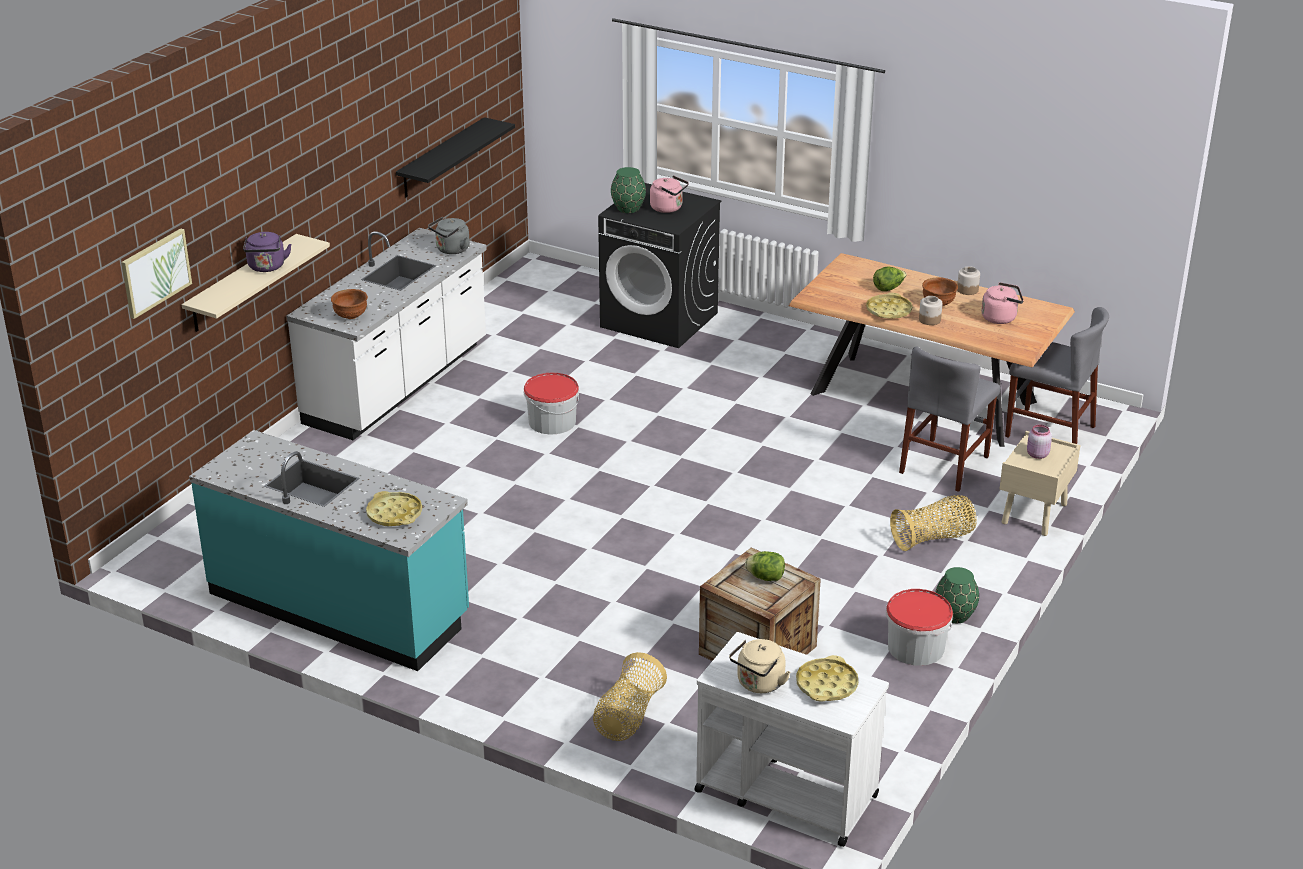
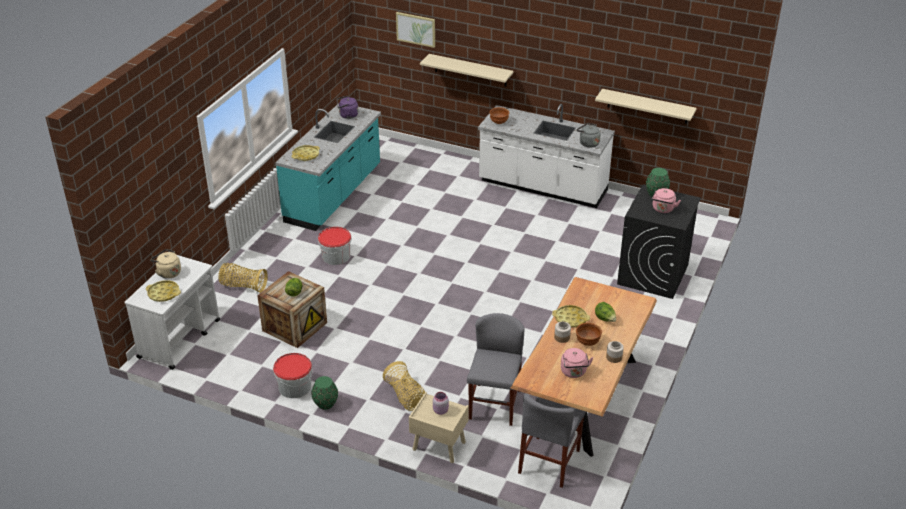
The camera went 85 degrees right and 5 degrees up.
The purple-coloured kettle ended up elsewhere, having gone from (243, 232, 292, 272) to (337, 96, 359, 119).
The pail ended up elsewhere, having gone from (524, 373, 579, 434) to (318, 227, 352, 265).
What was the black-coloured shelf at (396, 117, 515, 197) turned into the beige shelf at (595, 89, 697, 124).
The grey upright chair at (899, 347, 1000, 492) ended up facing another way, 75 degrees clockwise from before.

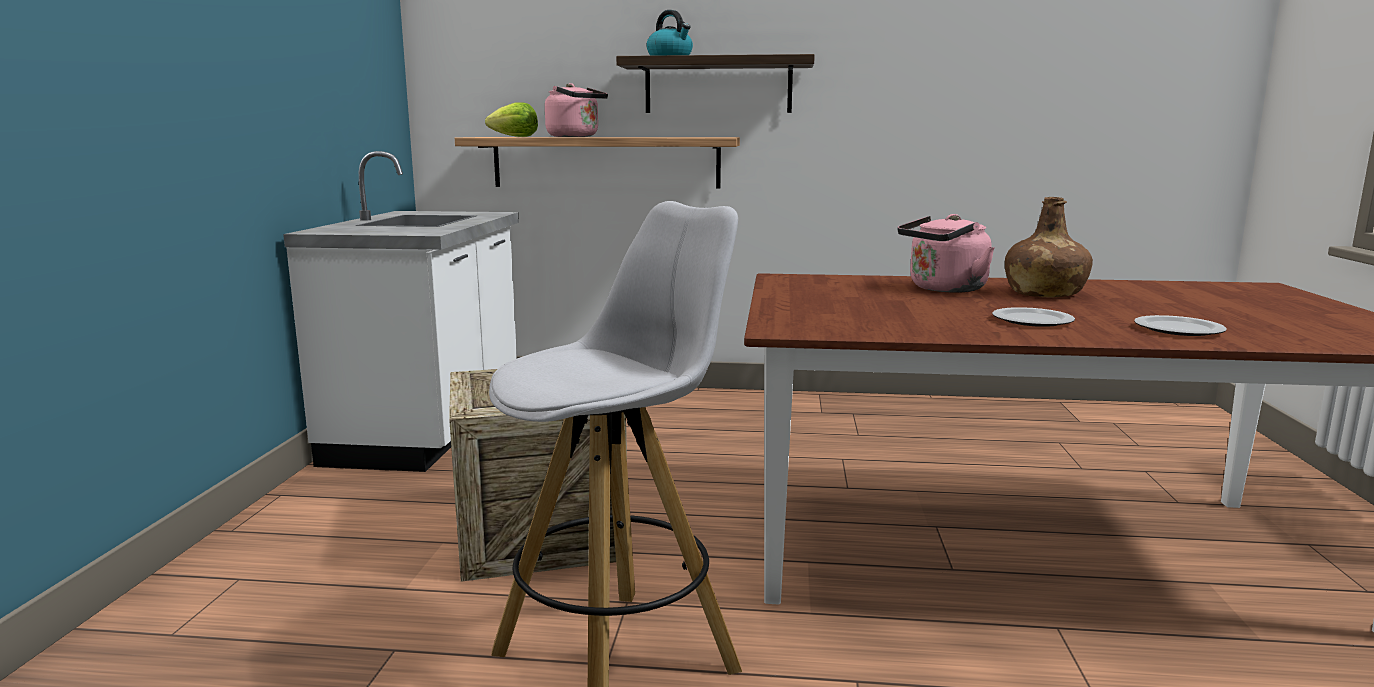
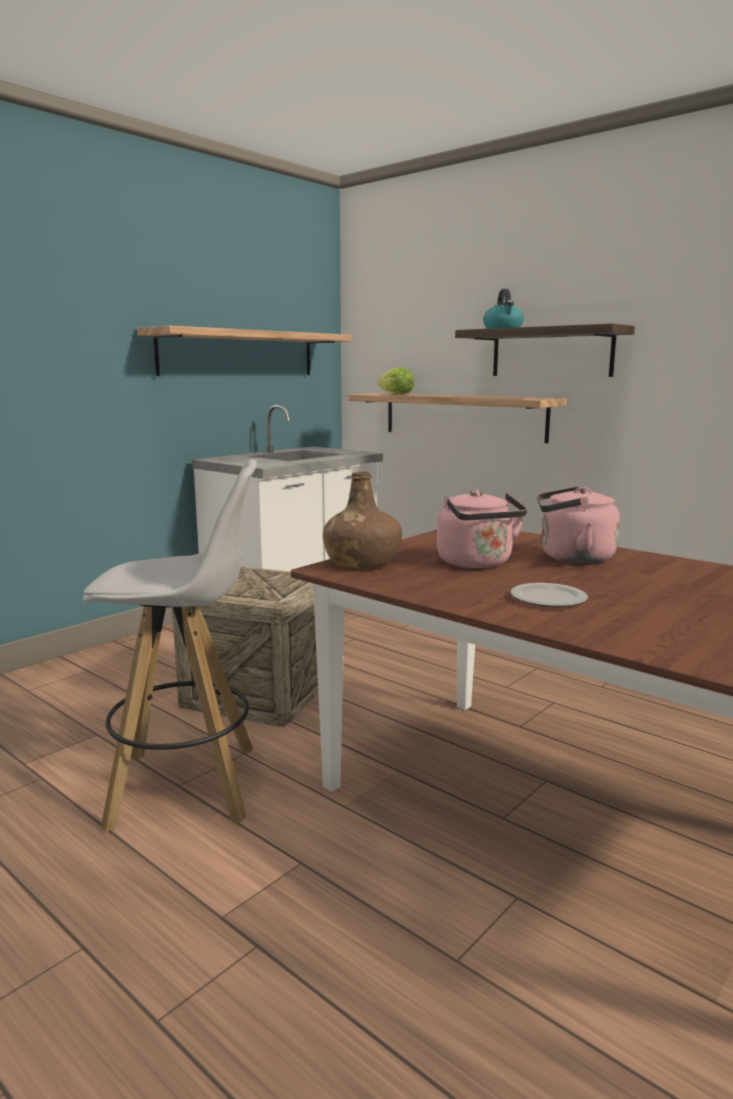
The camera went 35 degrees right and 0 degrees up.
The second view lost the dinner plate at (1134, 315, 1227, 336).
The second view gained the shelf at (137, 325, 352, 376).
The pinkish kettle ended up elsewhere, having gone from (545, 83, 608, 137) to (437, 490, 527, 568).
The brown-coloured beverage bottle ended up elsewhere, having gone from (1005, 197, 1093, 298) to (323, 471, 402, 569).

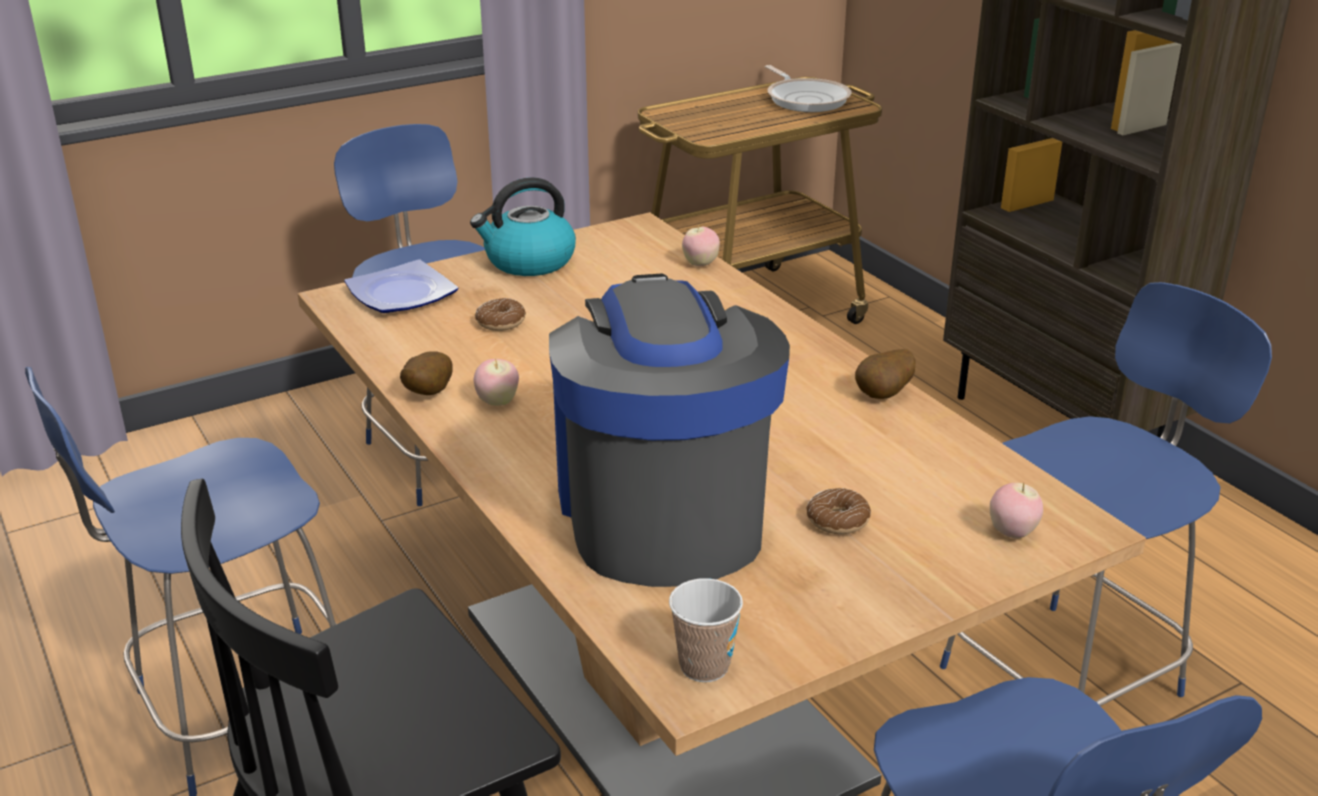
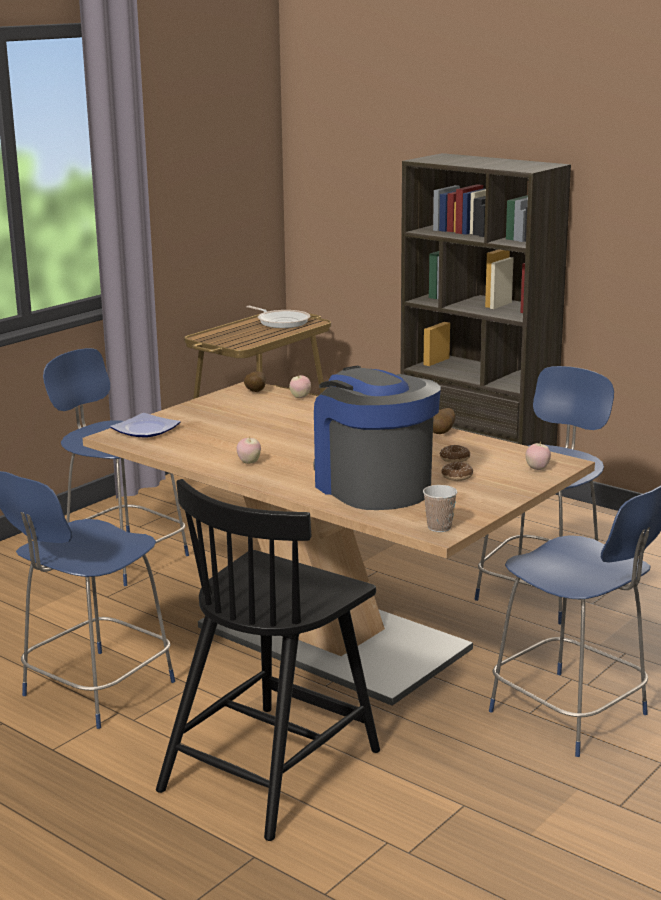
The camera went 20 degrees left and 10 degrees down.
The second view lost the kettle at (470, 177, 576, 276).
The whole potato ended up elsewhere, having gone from (400, 351, 453, 395) to (244, 371, 266, 392).
The ring doughnut ended up elsewhere, having gone from (475, 298, 526, 331) to (440, 445, 470, 463).

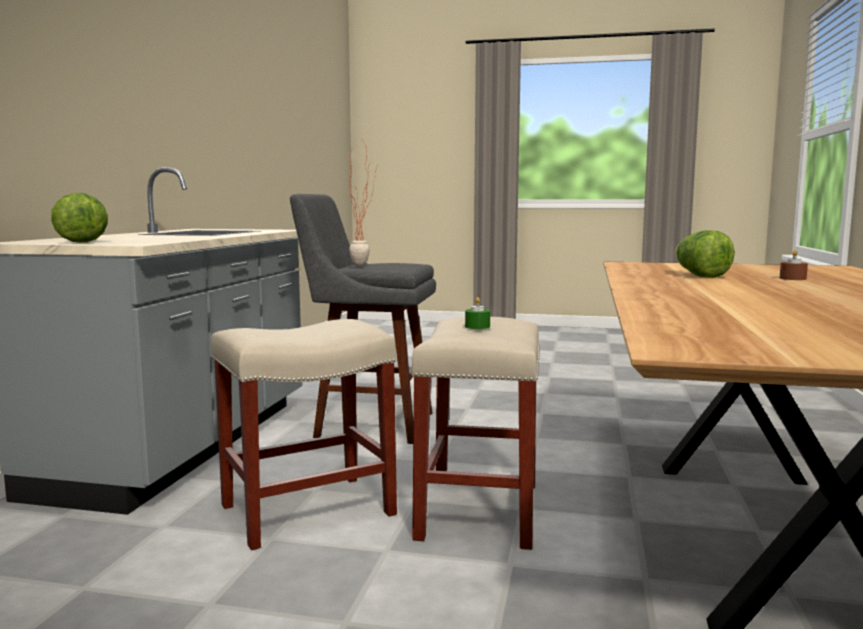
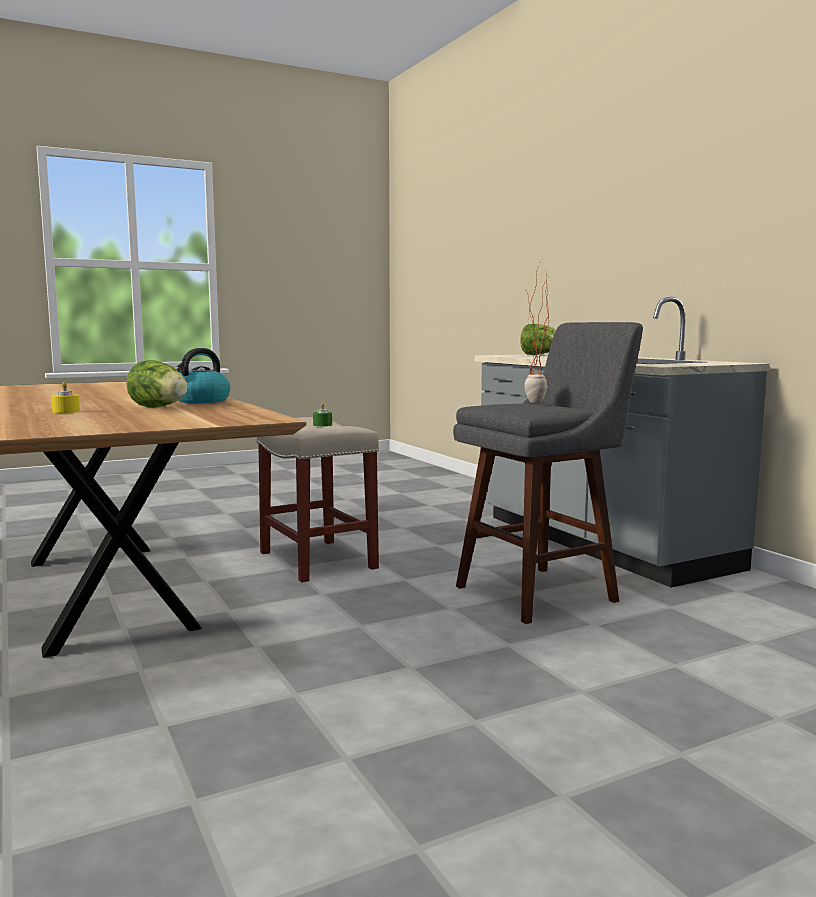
The camera went 140 degrees right and 0 degrees up.
The second view lost the beige stool seat at (211, 319, 397, 550).
The second view gained the kettle at (174, 348, 230, 403).
What was the brown-coloured wax light at (780, 250, 808, 280) turned into the yellow wax light at (51, 382, 80, 413).

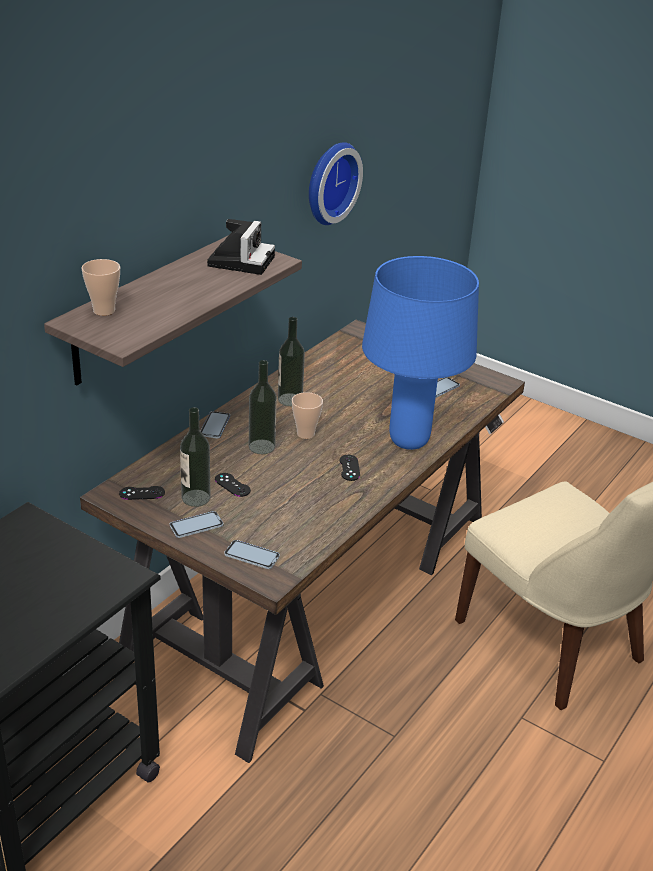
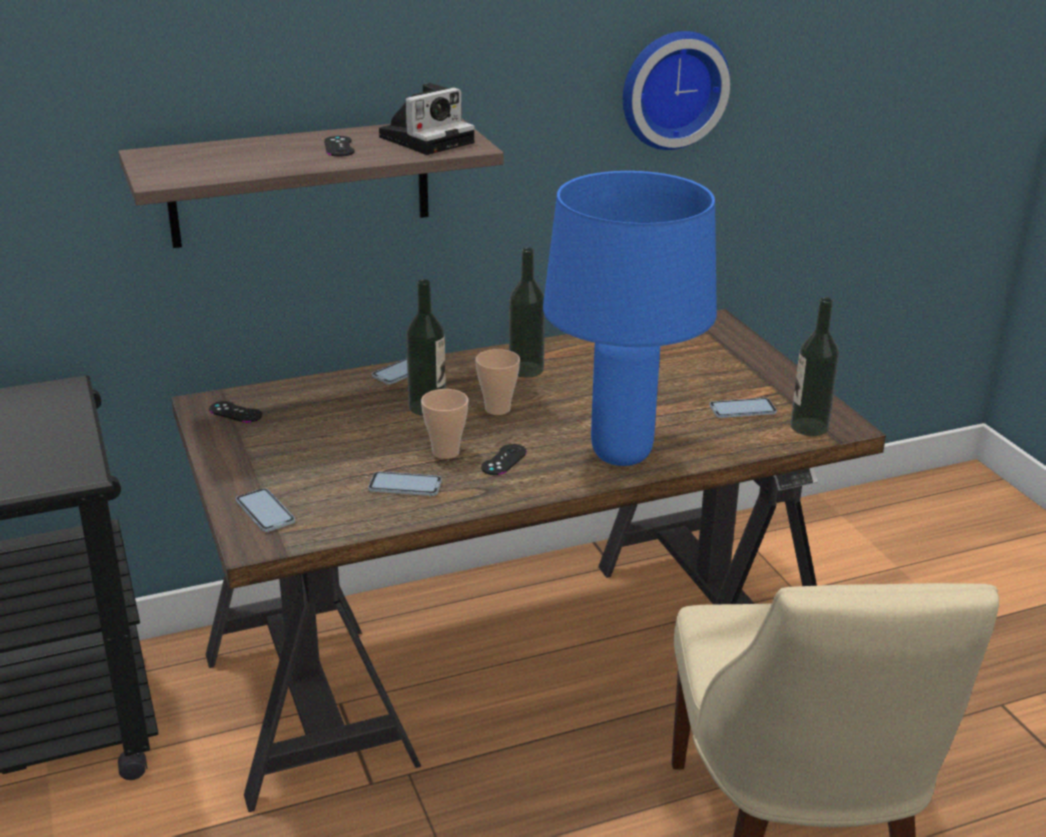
The camera went 35 degrees right and 5 degrees down.
The cup ended up elsewhere, having gone from (82, 259, 120, 316) to (421, 389, 468, 459).
The handset ended up elsewhere, having gone from (170, 511, 223, 538) to (368, 472, 442, 496).
The beverage bottle ended up elsewhere, having gone from (180, 407, 211, 507) to (790, 297, 839, 436).
The black-coloured gamepad ended up elsewhere, having gone from (215, 473, 251, 497) to (324, 136, 355, 157).

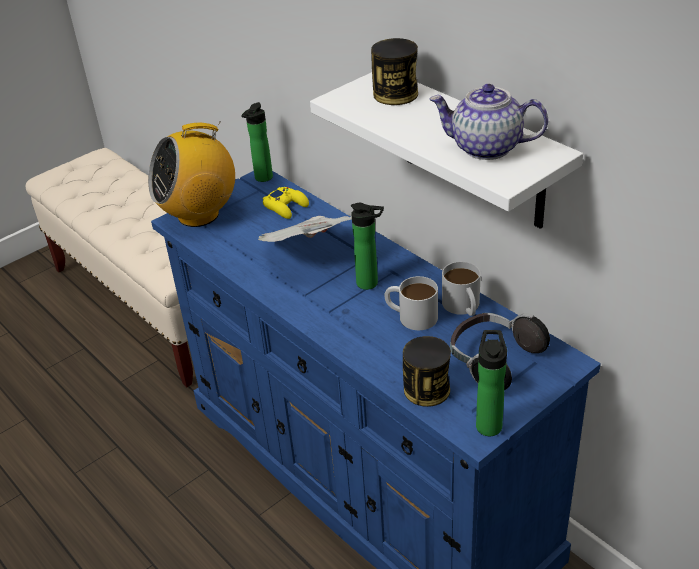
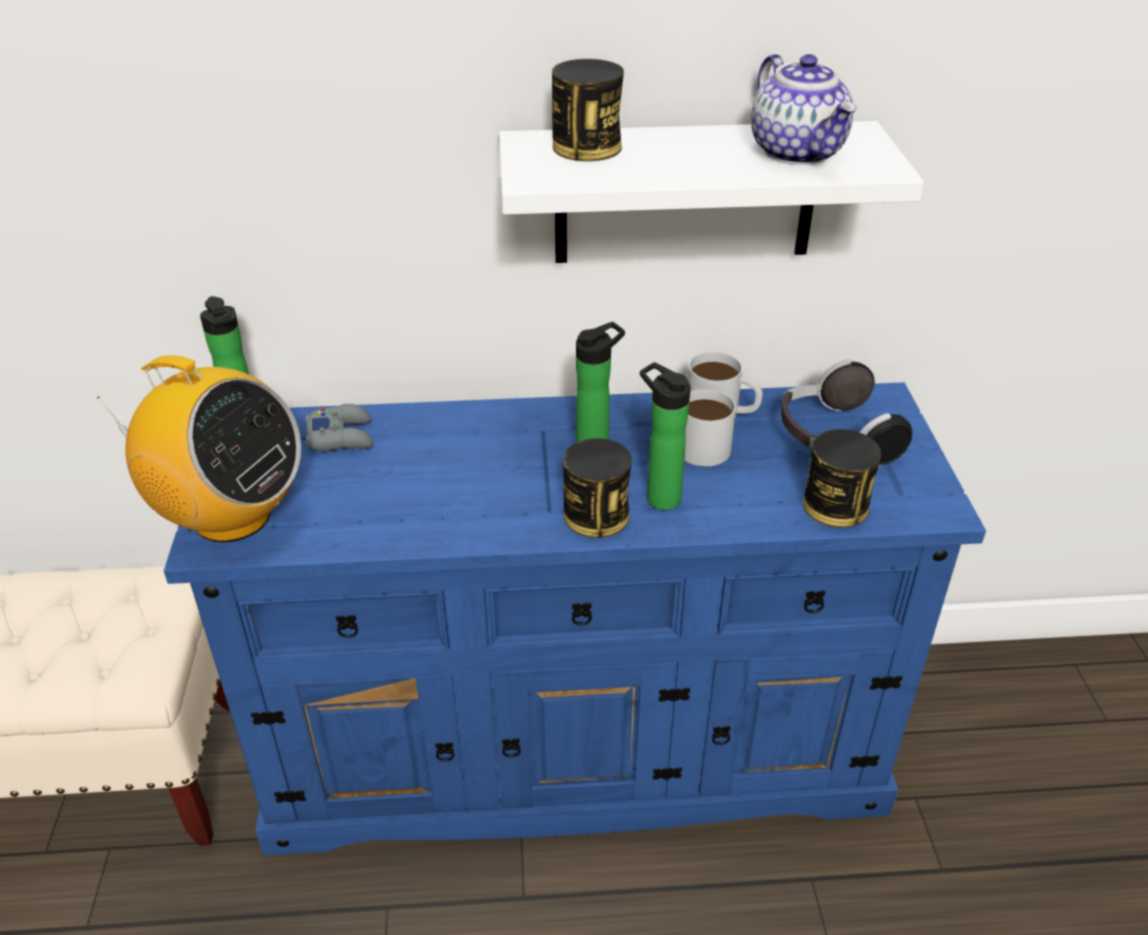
The camera went 55 degrees left and 0 degrees up.
The second view lost the daily paper at (258, 216, 352, 242).
The second view gained the metal can at (563, 438, 632, 538).
The beverage bottle ended up elsewhere, having gone from (476, 330, 507, 436) to (640, 362, 690, 510).
What was the yellow gamepad at (263, 187, 309, 219) turned into the grey gamepad at (306, 404, 373, 451).
The radio receiver at (148, 121, 235, 227) ended up facing another way, 75 degrees counterclockwise from before.
The teapot at (429, 84, 548, 160) ended up facing another way, 75 degrees counterclockwise from before.

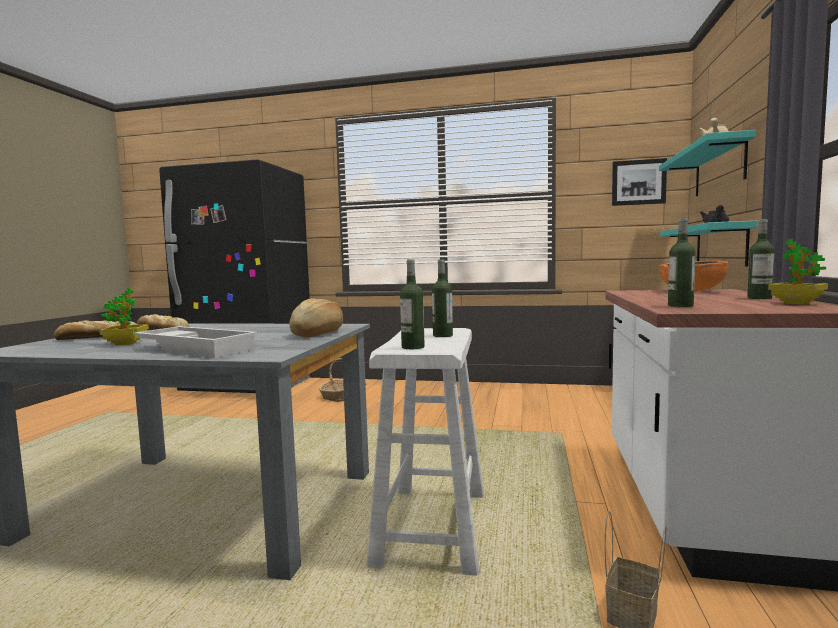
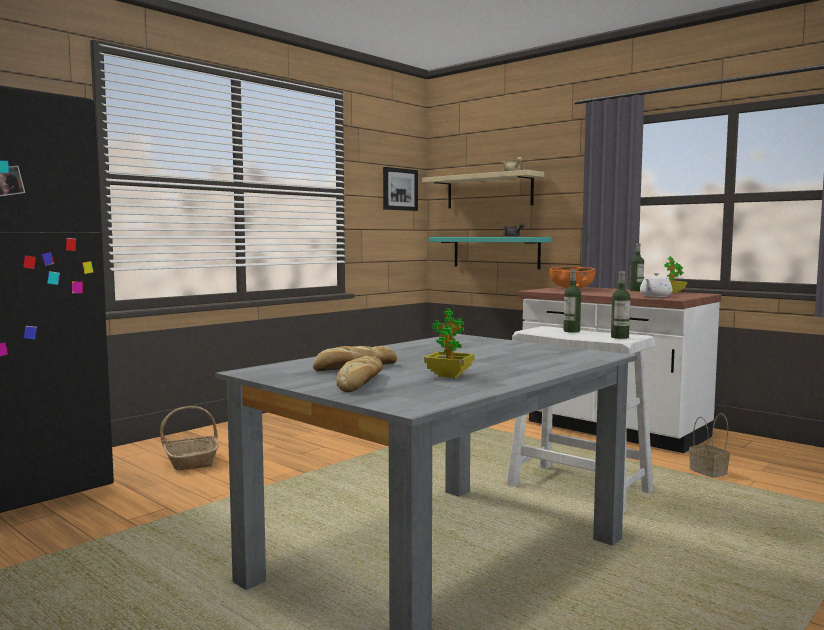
The camera went 60 degrees left and 0 degrees up.
The second view lost the white tray at (133, 326, 258, 358).
The second view lost the baked bread at (289, 299, 343, 337).
Where the beverage bottle stood at (668, 218, 695, 307), the white teapot came to stand at (640, 273, 672, 297).
What was the turquoise shelf at (659, 130, 756, 196) turned into the beige shelf at (422, 170, 544, 208).

